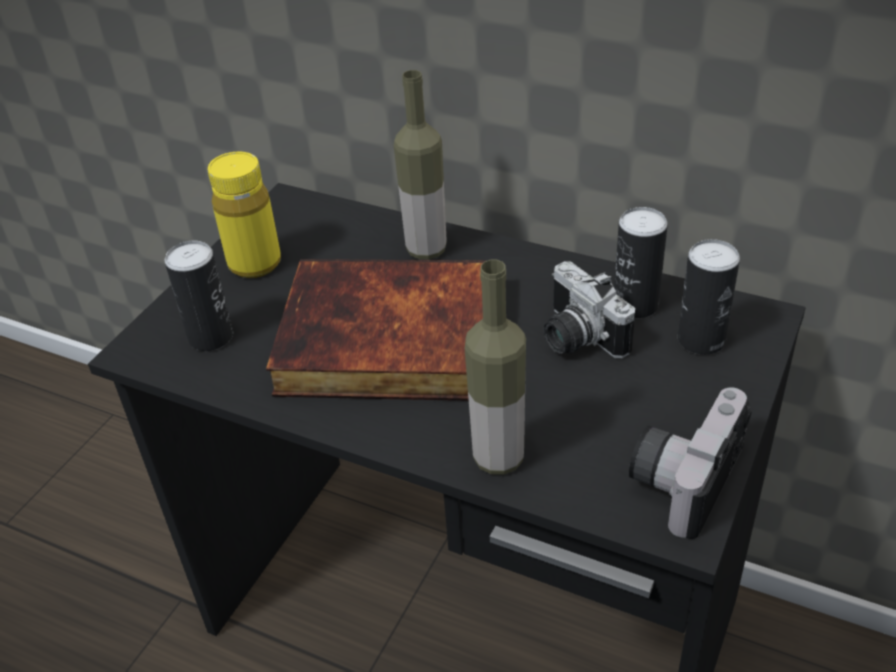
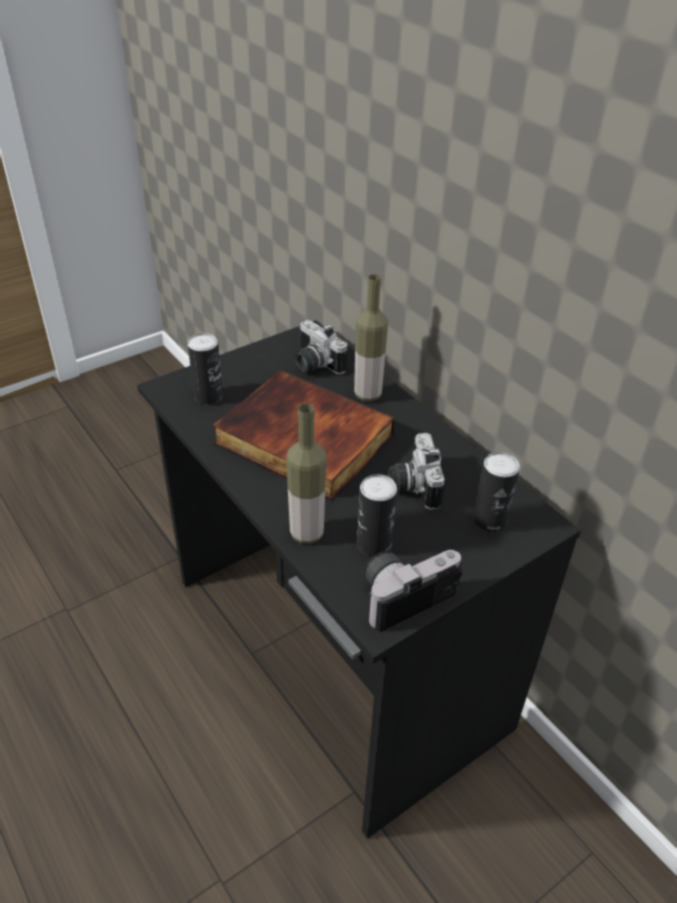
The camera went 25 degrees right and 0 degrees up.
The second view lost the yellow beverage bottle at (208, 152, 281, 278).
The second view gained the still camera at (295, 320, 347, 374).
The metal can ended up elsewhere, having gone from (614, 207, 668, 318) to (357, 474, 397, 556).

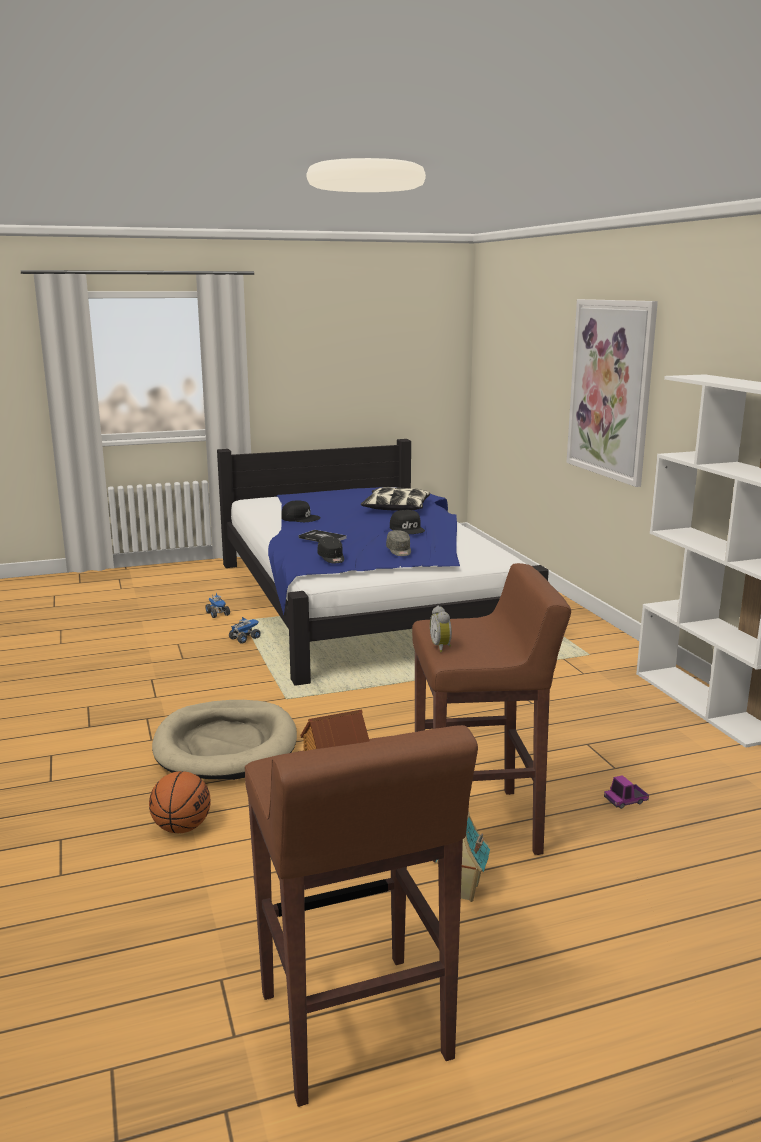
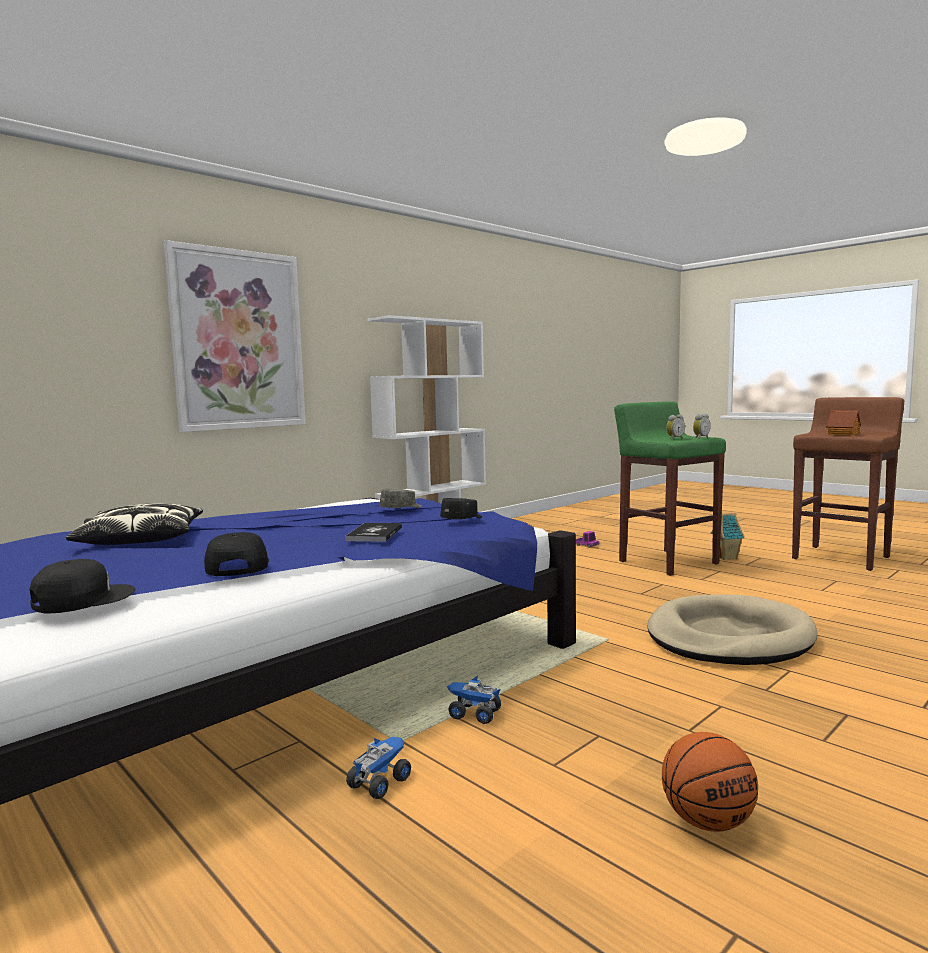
The camera went 115 degrees left and 10 degrees down.
The second view gained the alarm clock at (666, 414, 685, 440).
The basketball ended up elsewhere, having gone from (149, 771, 211, 833) to (662, 732, 758, 832).
The black-coloured baseball cap ended up elsewhere, having gone from (390, 510, 425, 534) to (30, 559, 135, 614).
What was the brown-coloured stool seat at (412, 563, 571, 862) turned into the green stool seat at (614, 401, 726, 576).

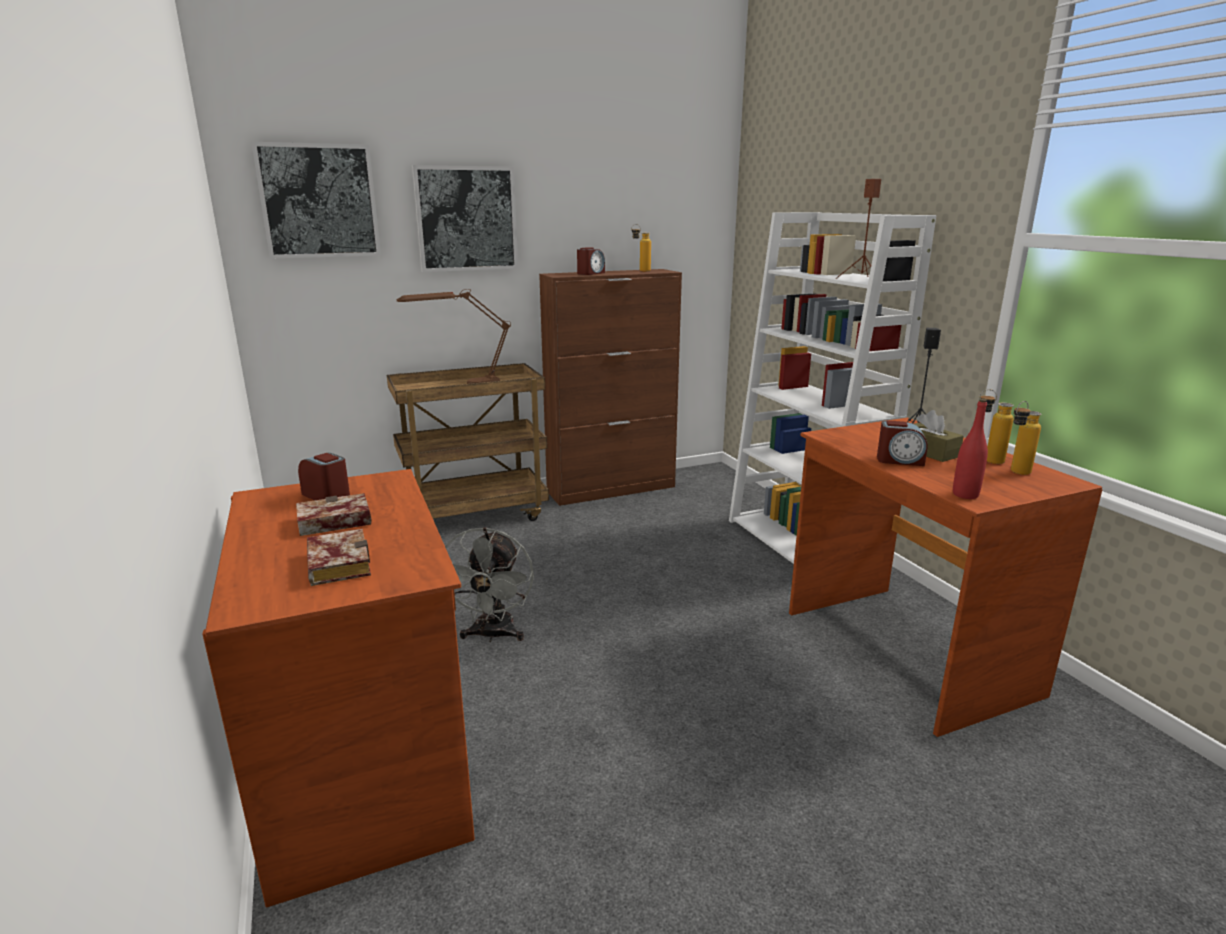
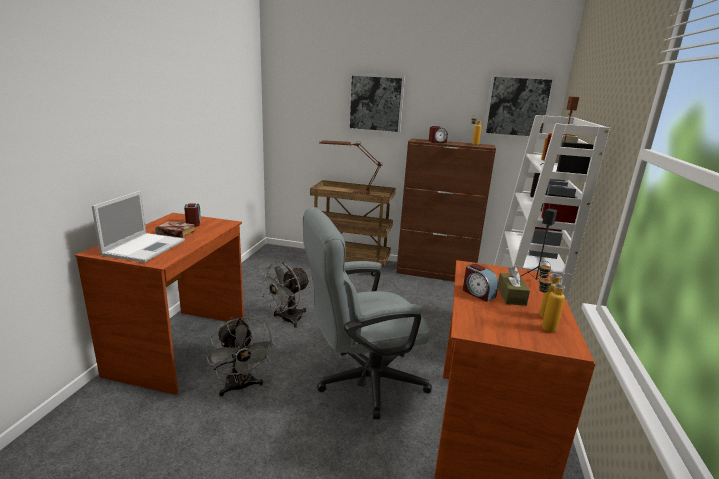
The camera went 35 degrees right and 0 degrees up.
The second view lost the red-coloured beverage bottle at (953, 399, 988, 499).
The second view gained the grey fan at (206, 317, 275, 397).
The second view gained the grey office chair at (303, 207, 432, 419).
The wall picture ended up elsewhere, having gone from (251, 142, 381, 259) to (484, 74, 555, 138).
Where the bound book stood at (307, 529, 371, 586), the laptop came to stand at (92, 191, 185, 263).

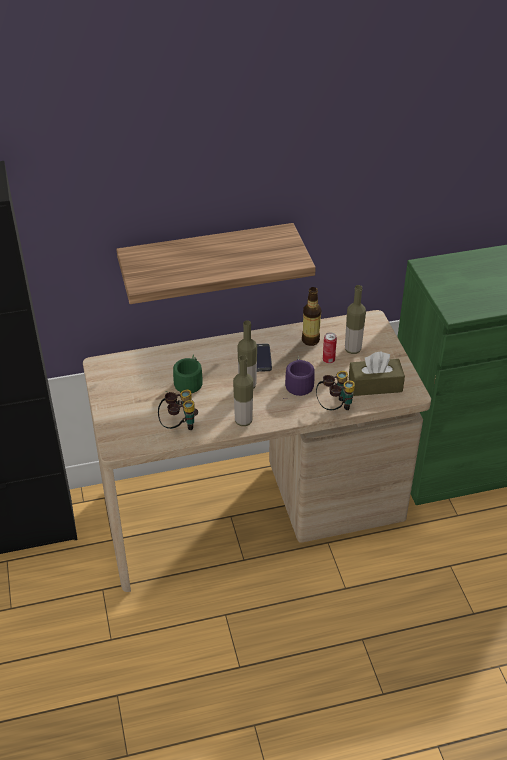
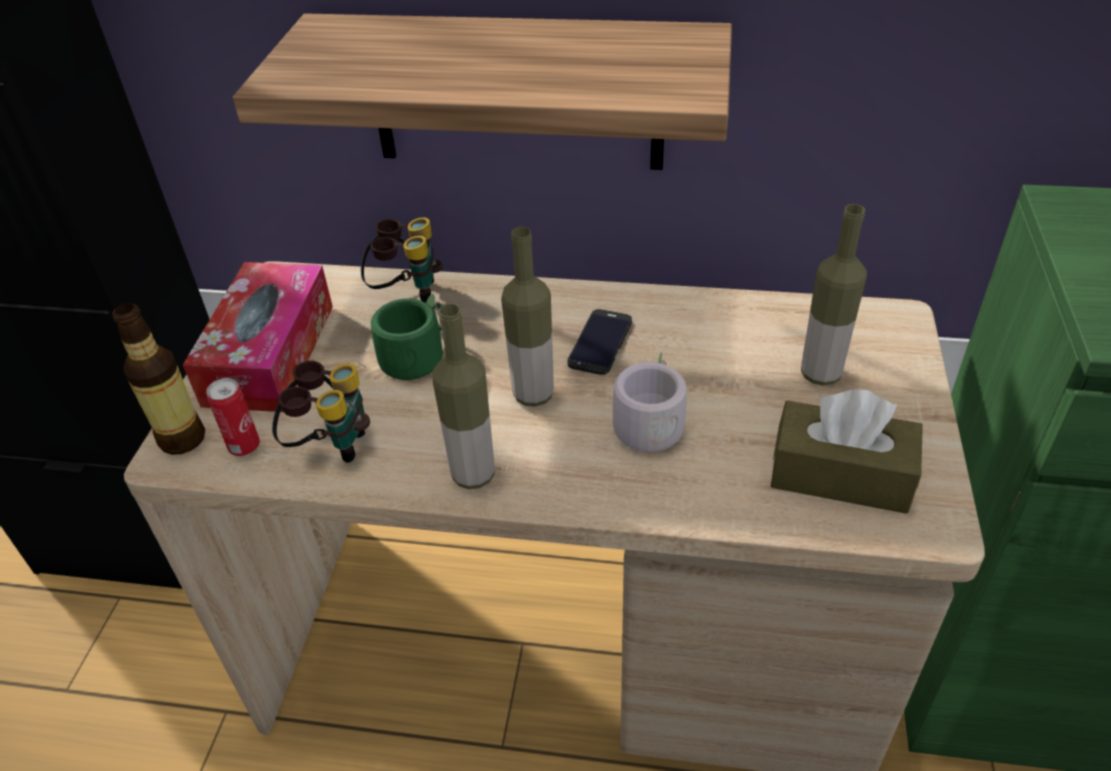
The camera went 25 degrees right and 0 degrees up.
The second view gained the box of tissues at (183, 262, 333, 412).
The beverage bottle ended up elsewhere, having gone from (302, 287, 321, 346) to (112, 303, 205, 455).
The binoculars ended up elsewhere, having gone from (316, 371, 355, 410) to (361, 217, 443, 303).
The metal can ended up elsewhere, having gone from (323, 332, 337, 364) to (206, 378, 260, 456).
What was the purple-coloured tea mug at (284, 356, 315, 399) turned into the grey tea mug at (594, 351, 687, 452).

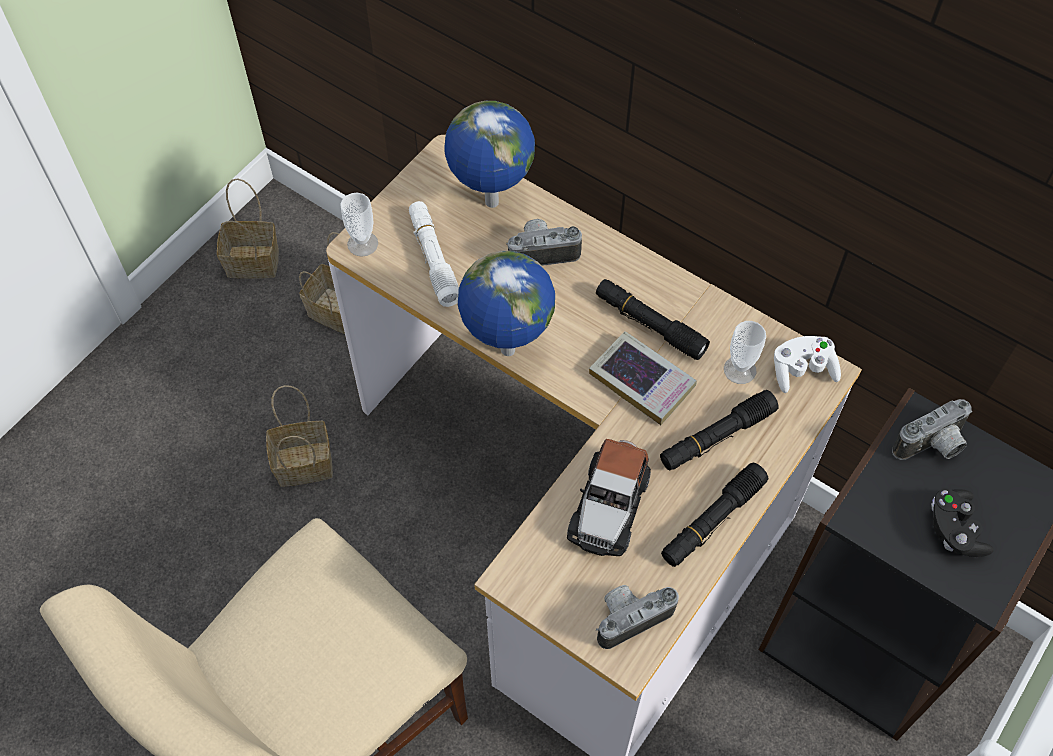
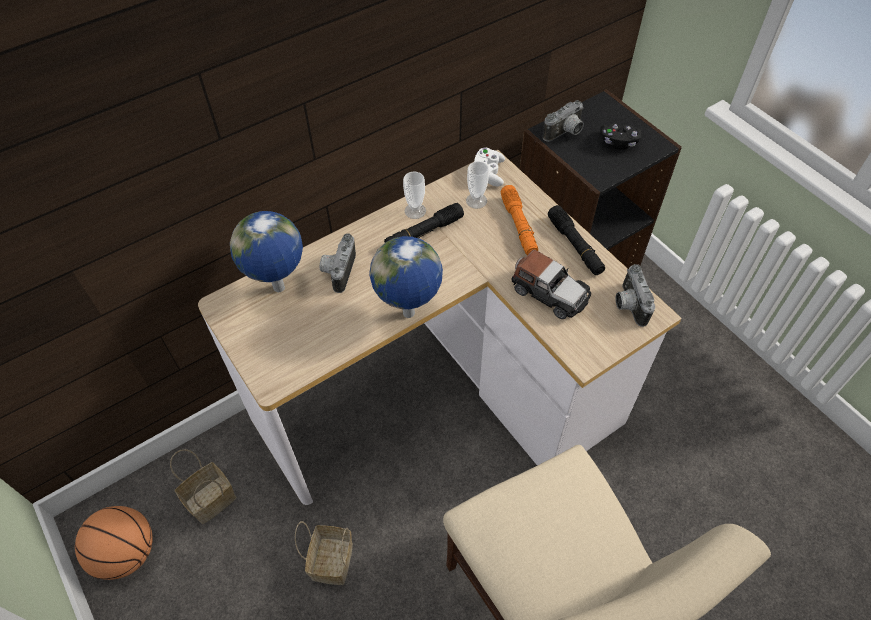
The camera went 70 degrees left and 5 degrees down.
The second view lost the white hand torch at (409, 201, 459, 307).
The second view lost the bound book at (589, 331, 697, 425).
The cup ended up elsewhere, having gone from (340, 193, 378, 257) to (403, 171, 426, 219).
Where the household basket stood at (217, 178, 279, 279), the basketball came to stand at (75, 506, 153, 580).
What was the black-coloured hand torch at (660, 390, 779, 470) turned into the orange-coloured hand torch at (501, 185, 538, 255).
The still camera at (892, 399, 972, 460) ended up facing another way, 60 degrees clockwise from before.

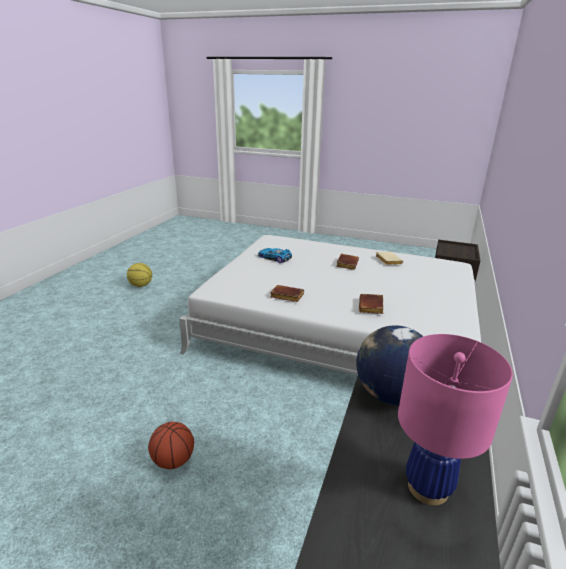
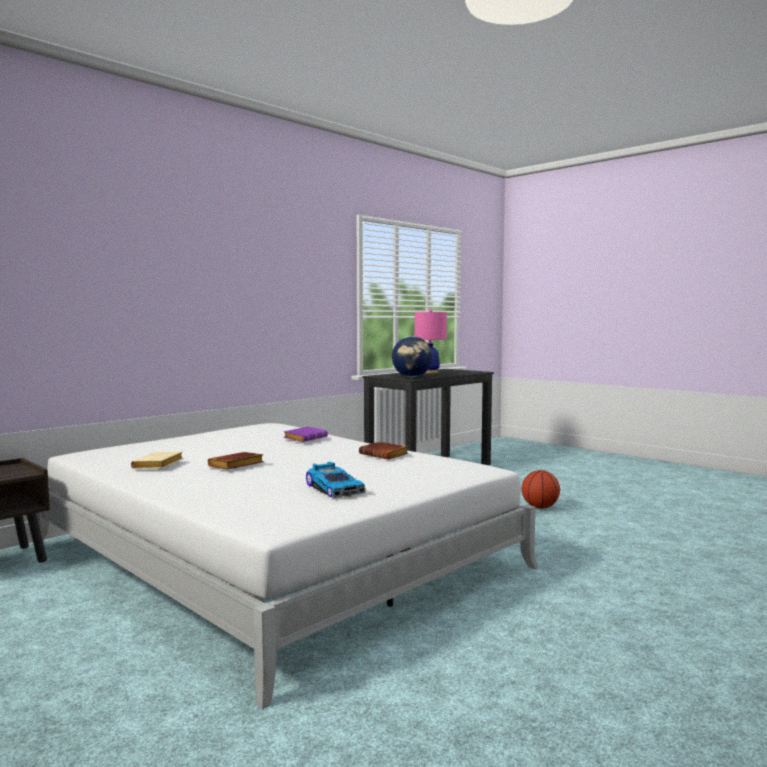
The camera went 155 degrees left and 20 degrees down.
The second view lost the basketball at (127, 263, 152, 287).
What was the brown-coloured bound book at (359, 294, 384, 314) turned into the purple-coloured bound book at (283, 427, 328, 442).

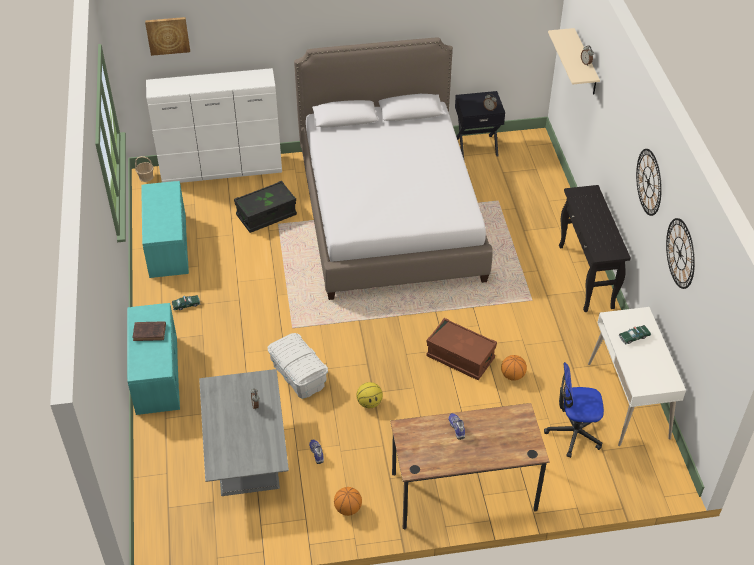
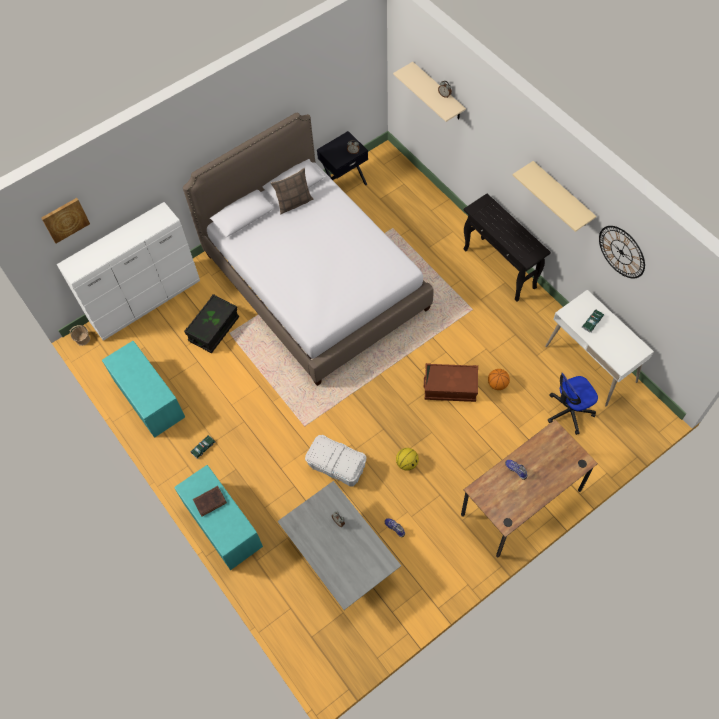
The camera went 25 degrees left and 15 degrees up.
The second view lost the basketball at (334, 487, 362, 516).
The second view gained the pillow at (271, 168, 313, 214).
Where the wall clock hung at (636, 149, 662, 216), the beige shelf came to hang at (513, 161, 596, 232).

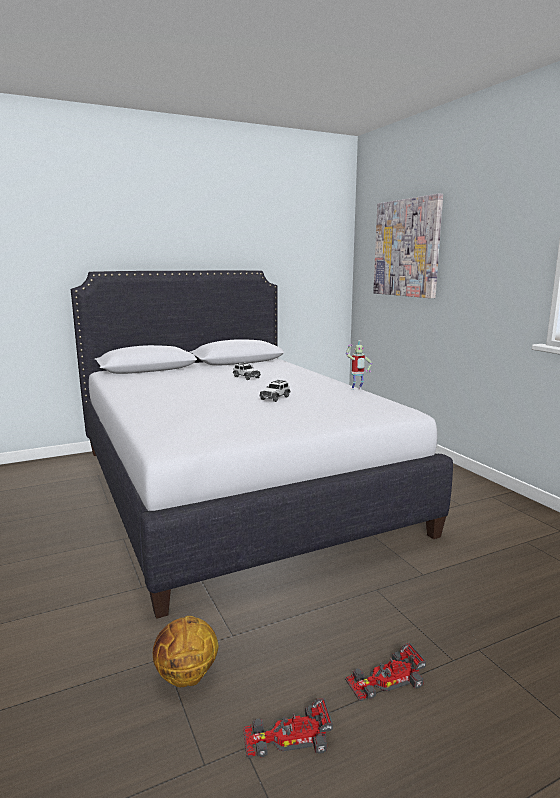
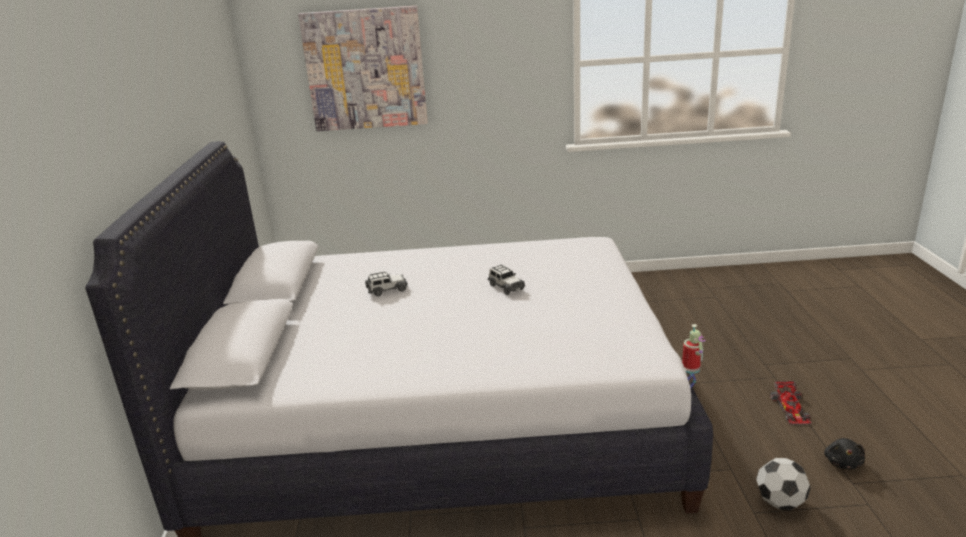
The camera went 65 degrees left and 10 degrees up.
The robot figure ended up elsewhere, having gone from (346, 340, 372, 390) to (682, 324, 706, 388).
Where the basketball stood at (153, 616, 218, 687), the football came to stand at (756, 458, 811, 510).
Where the miniature car stood at (243, 698, 333, 758), the black-coloured plush toy came to stand at (824, 438, 865, 469).

